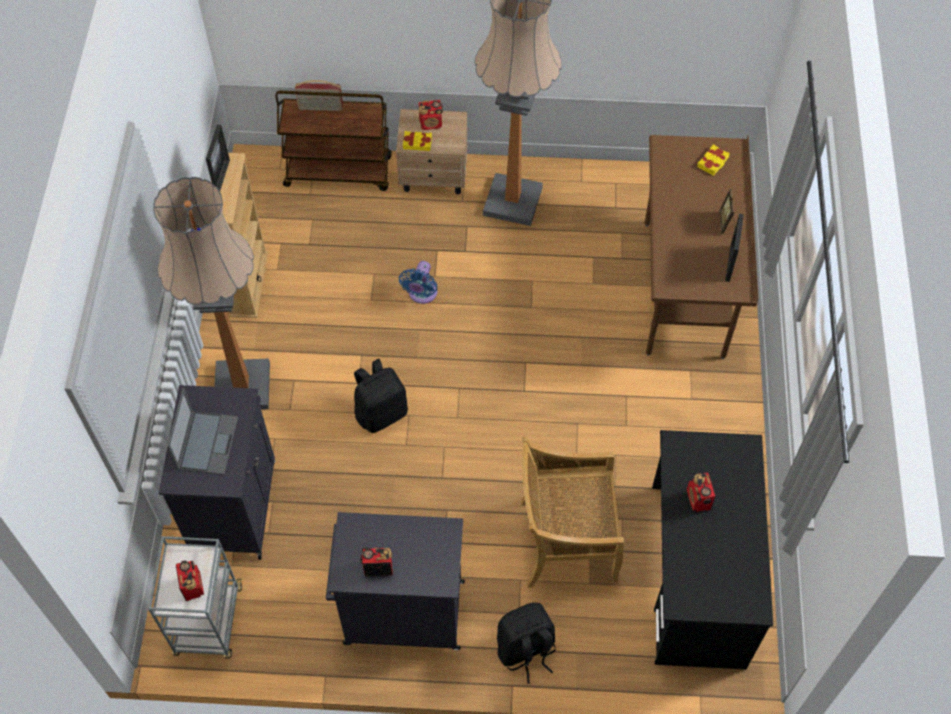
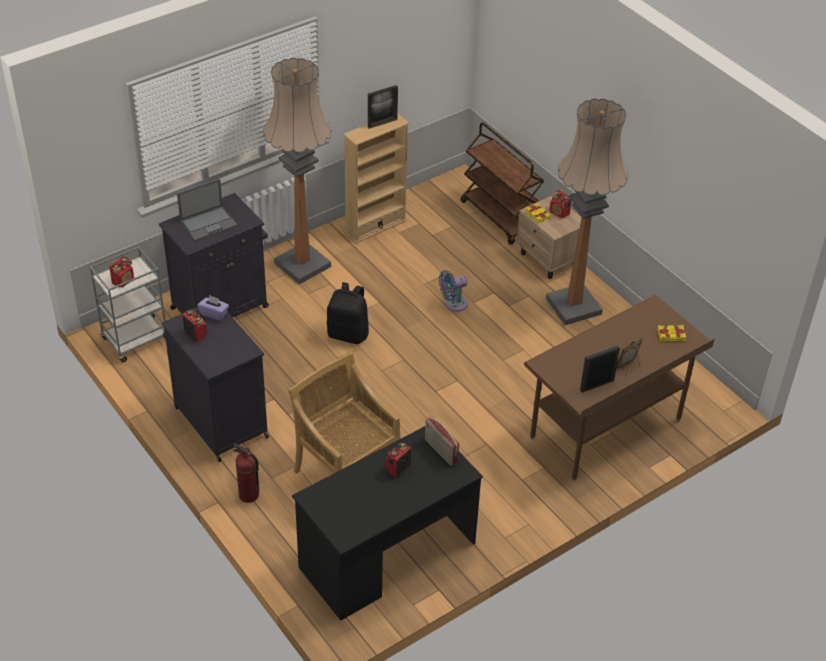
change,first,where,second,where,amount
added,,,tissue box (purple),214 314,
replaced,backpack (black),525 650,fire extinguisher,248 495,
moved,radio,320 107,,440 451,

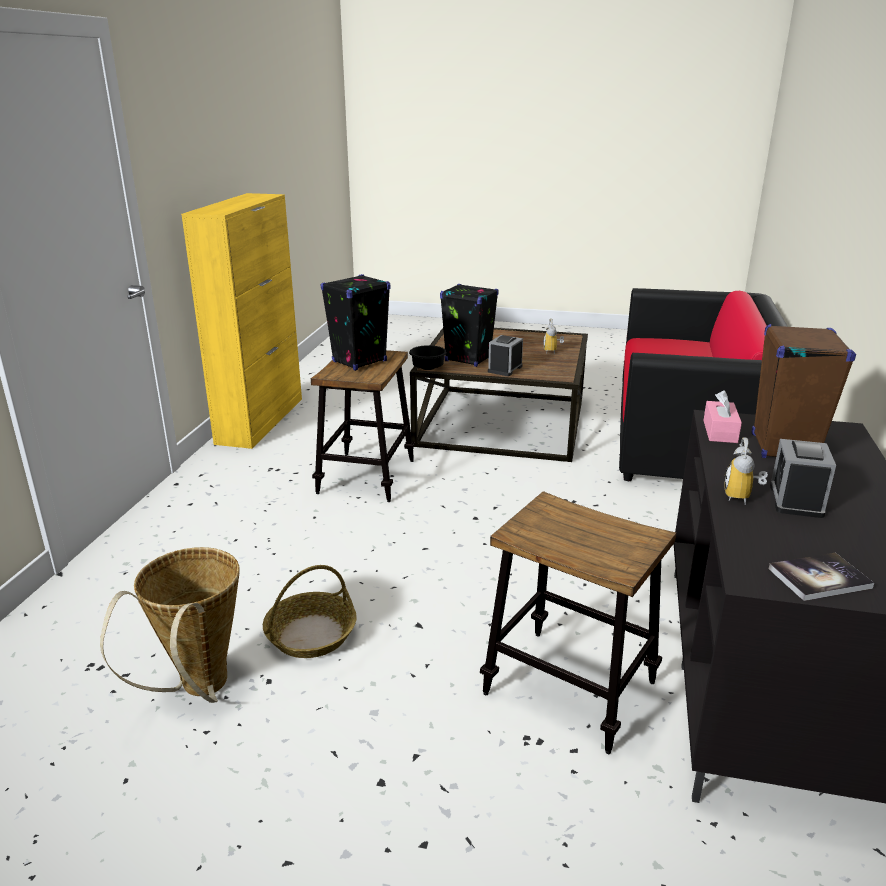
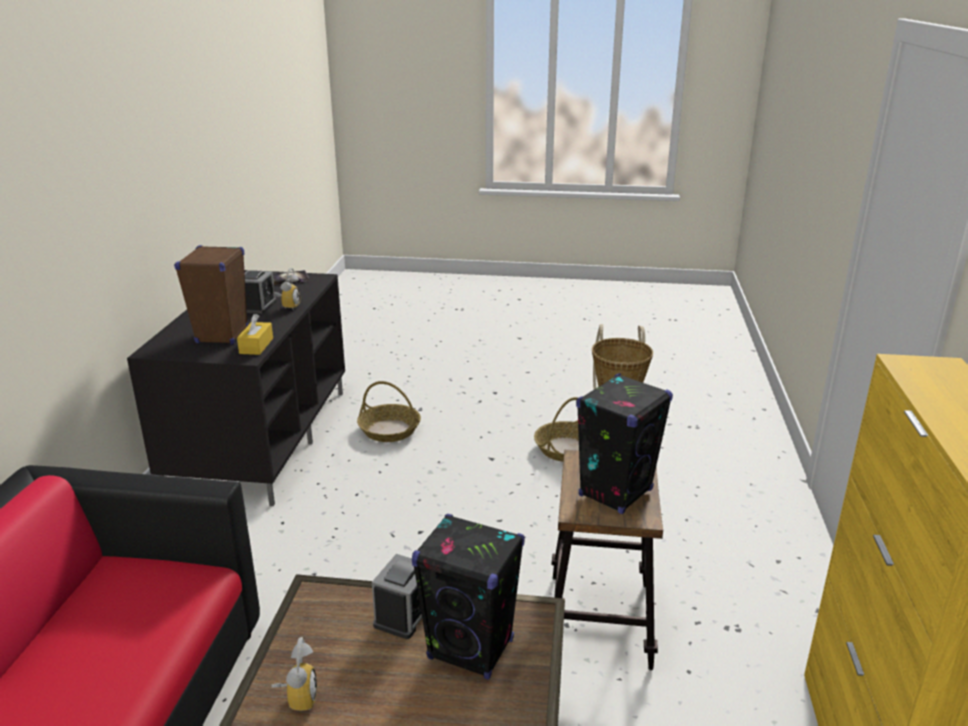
change,first,where,second,where,amount
recoloured,tissue box (pink),720 431,tissue box (yellow),256 346,
replaced,stool,569 688,basket,390 430,
removed,bowl (black),428 368,,,

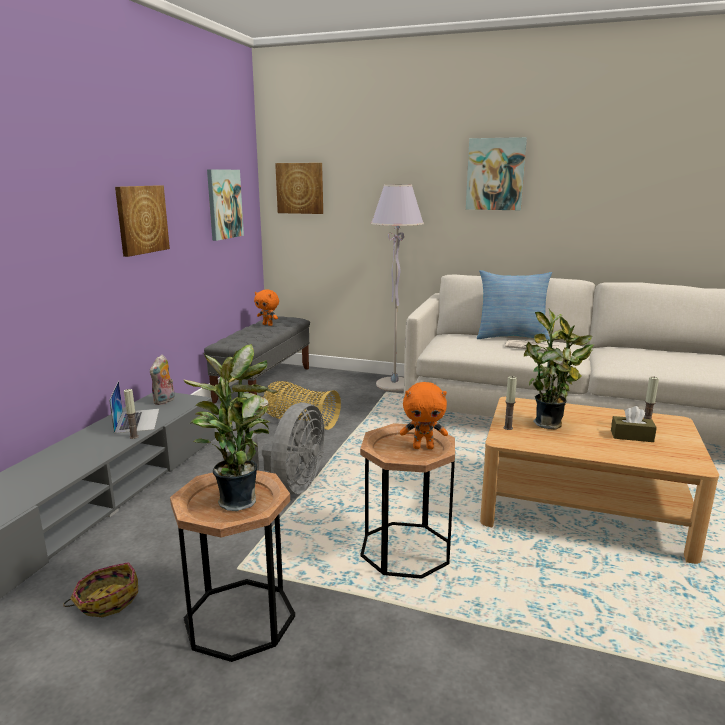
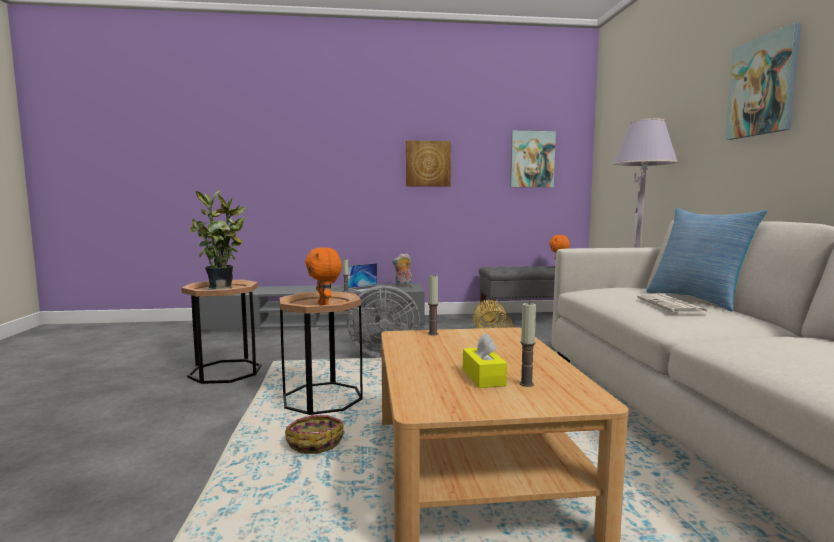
change,first,where,second,where,amount
moved,basket,106 600,,315 443,
recoloured,tissue box (brown),631 436,tissue box (yellow),483 377,
removed,picture,300 188,,,
removed,potted plant,551 425,,,

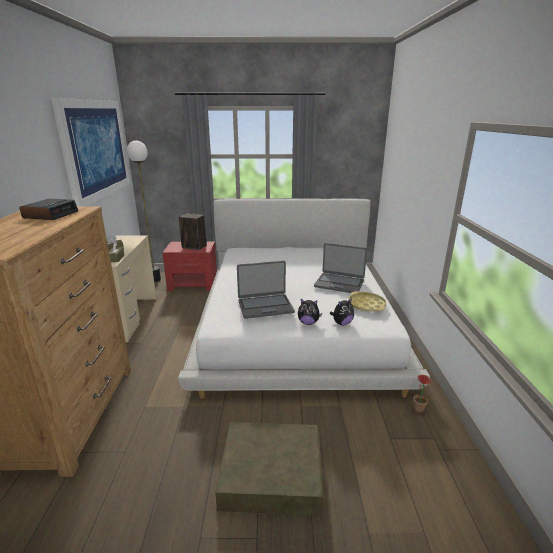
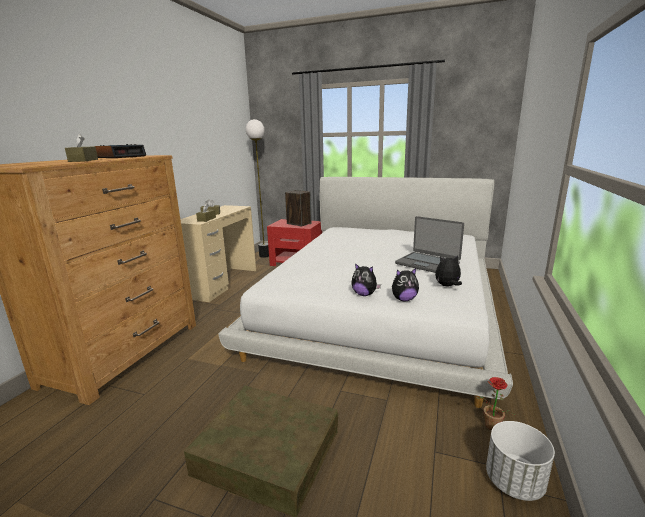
change,first,where,second,where,amount
added,,,tissue box (brown),83 160,
replaced,tray (yellow),366 305,plush toy,447 286,
added,,,planter (white),514 482,
removed,picture,96 149,,,
removed,laptop,265 306,,,

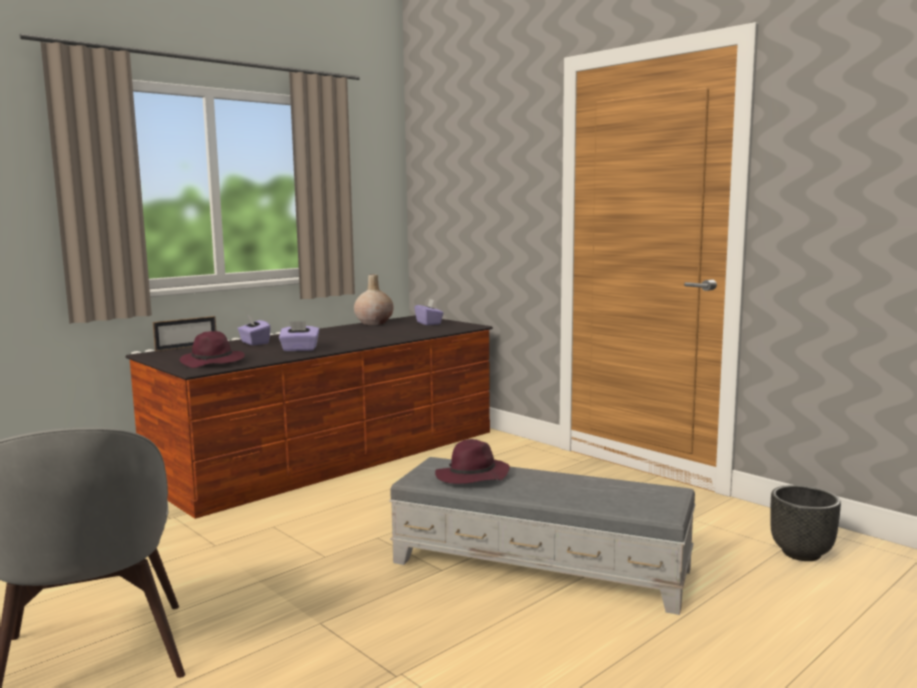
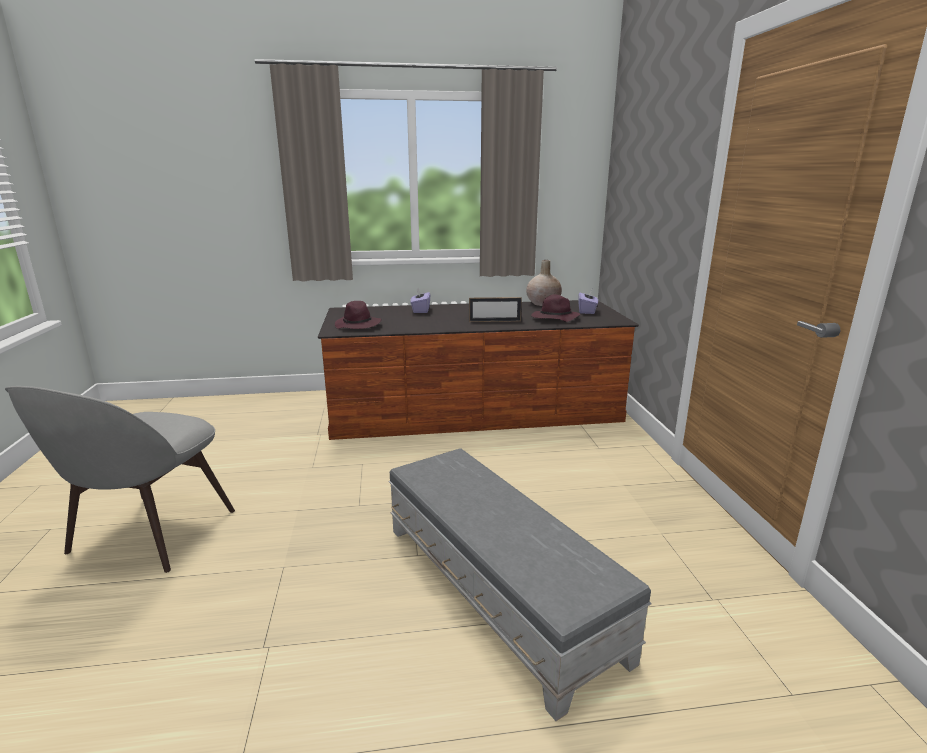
change,first,where,second,where,amount
moved,picture frame,186 347,,494 321,
moved,hat (purple),472 477,,554 318,
removed,tissue box (purple),299 349,,,
removed,planter (black),802 554,,,

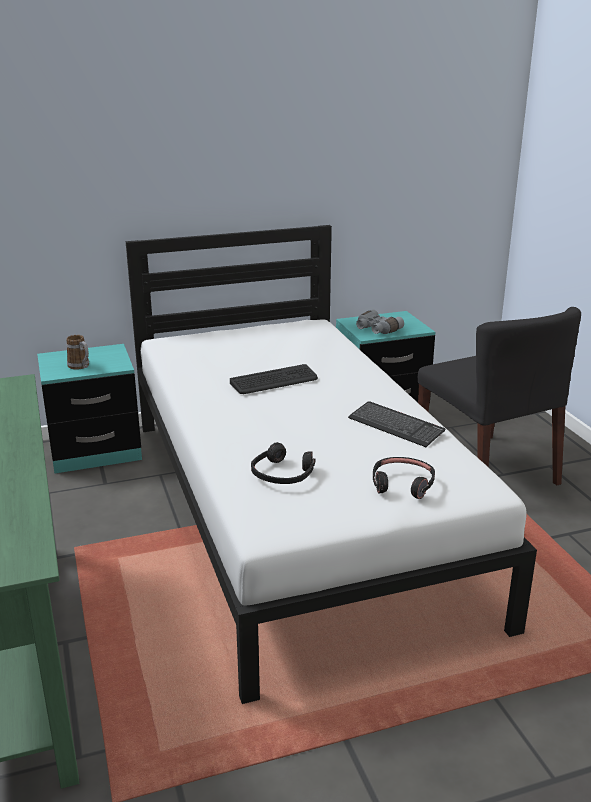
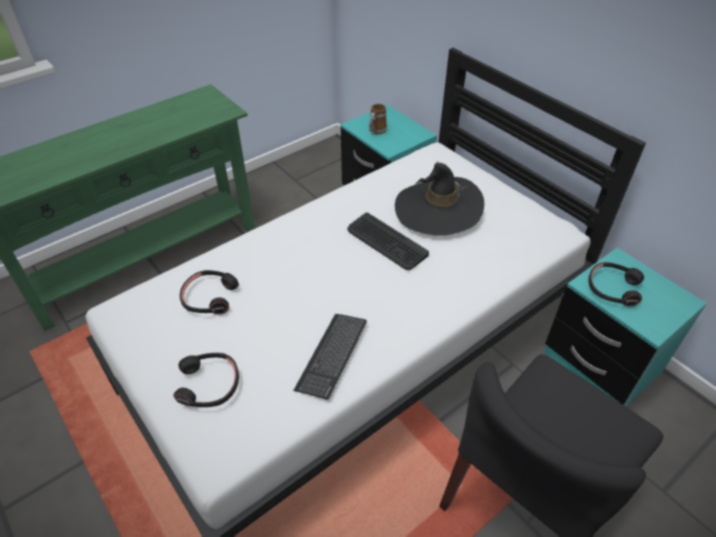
change,first,where,second,where,amount
added,,,hat (black),438 209,
replaced,binoculars (grey),376 330,headphones (black),612 288,

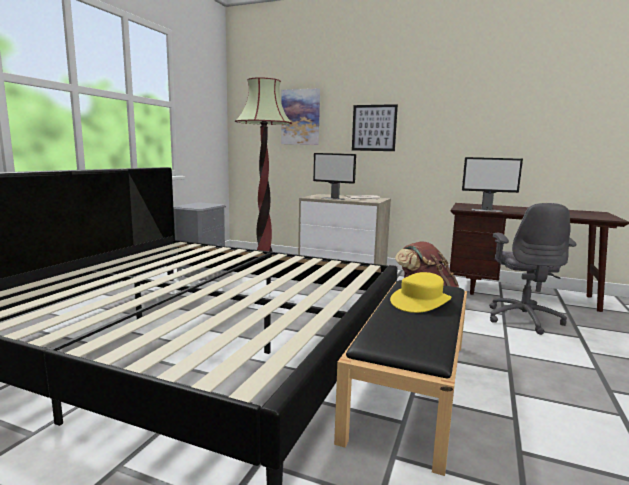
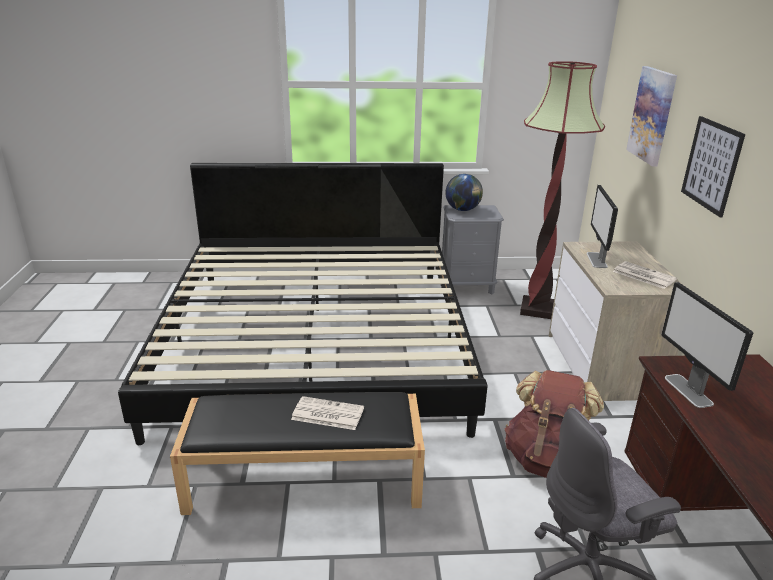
change,first,where,second,where,amount
replaced,hat (yellow),421 301,newspaper,326 414,
added,,,globe,463 210,

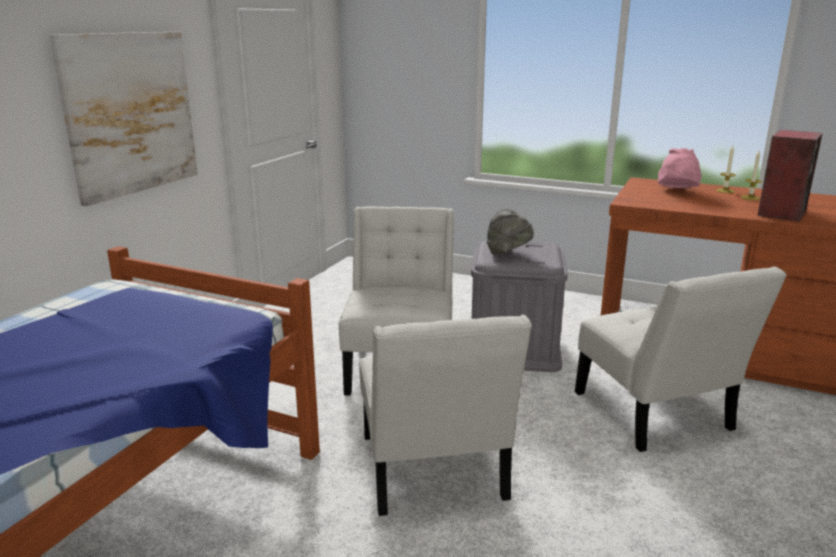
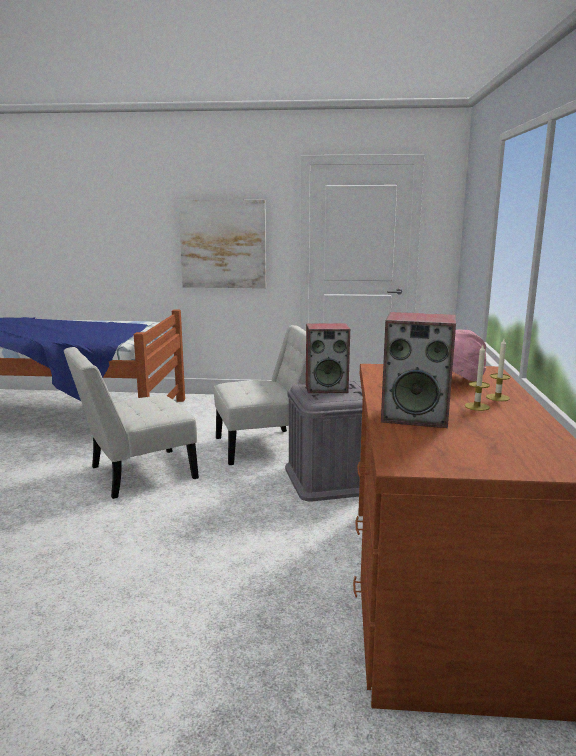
change,first,where,second,where,amount
replaced,hat (grey),508 253,speaker,327 388,
removed,chair (white),656 416,,,

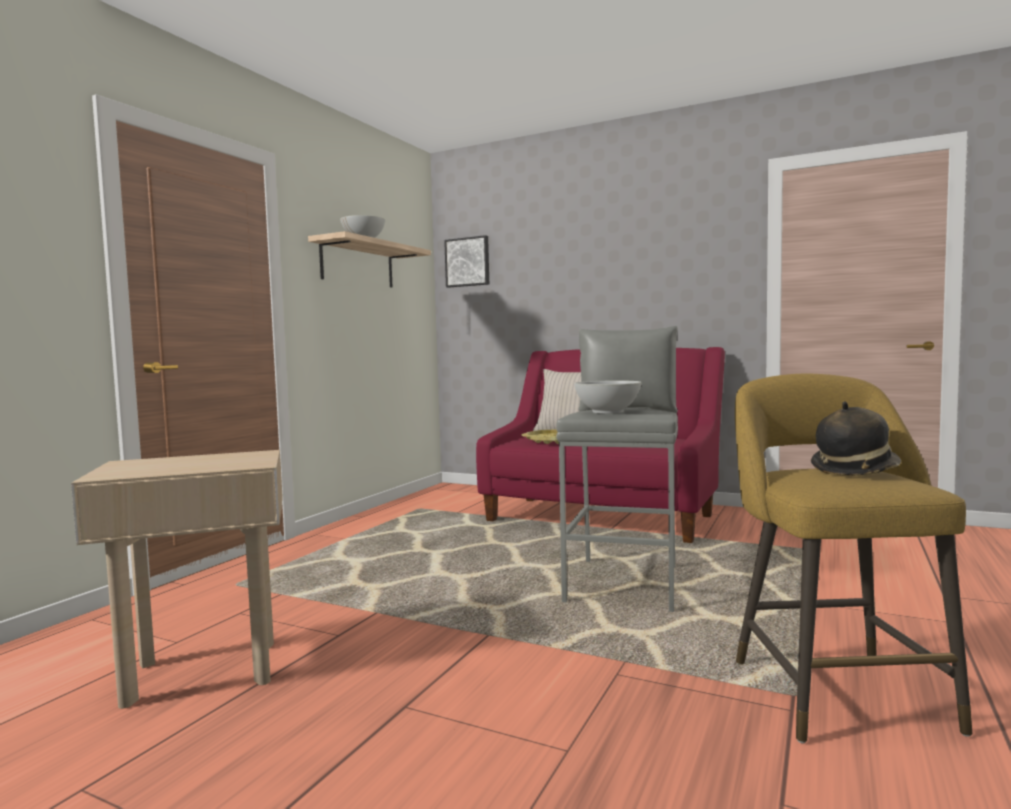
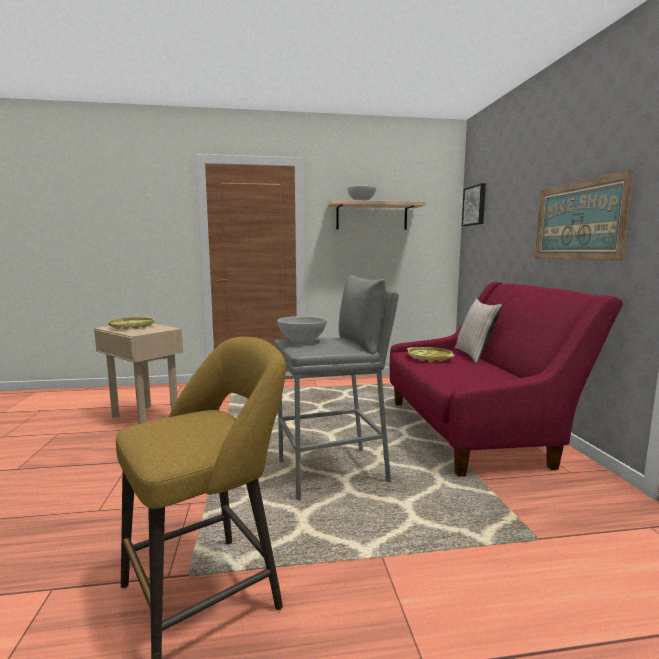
change,first,where,second,where,amount
added,,,tray (yellow),132 326,
added,,,picture,578 221,
removed,hat,854 470,,,

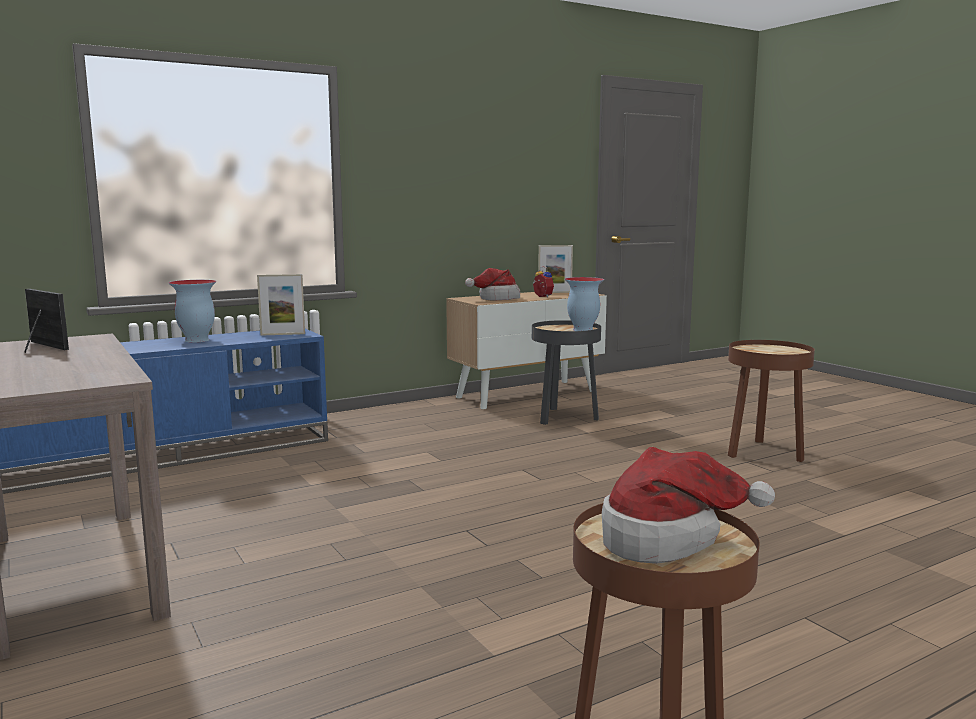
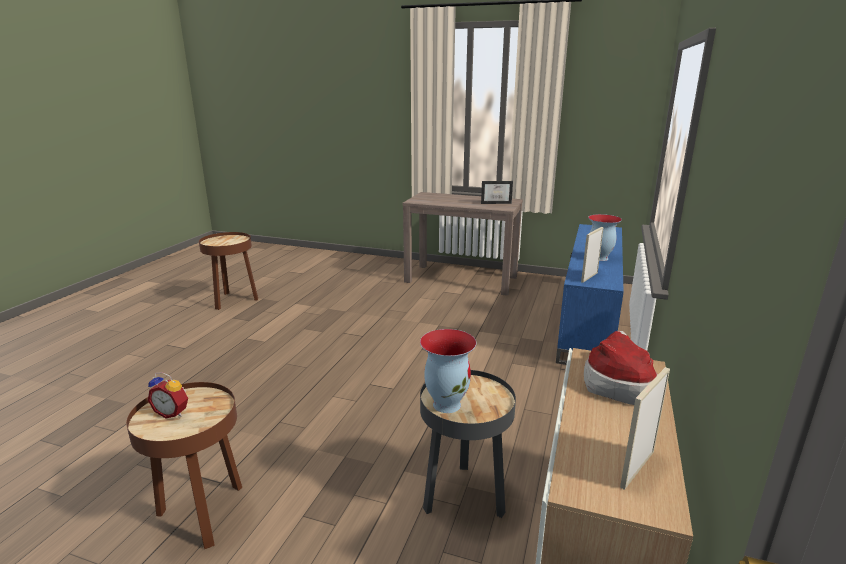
change,first,where,second,where,amount
moved,alarm clock,541 296,,173 412,
removed,hat,667 538,,,

